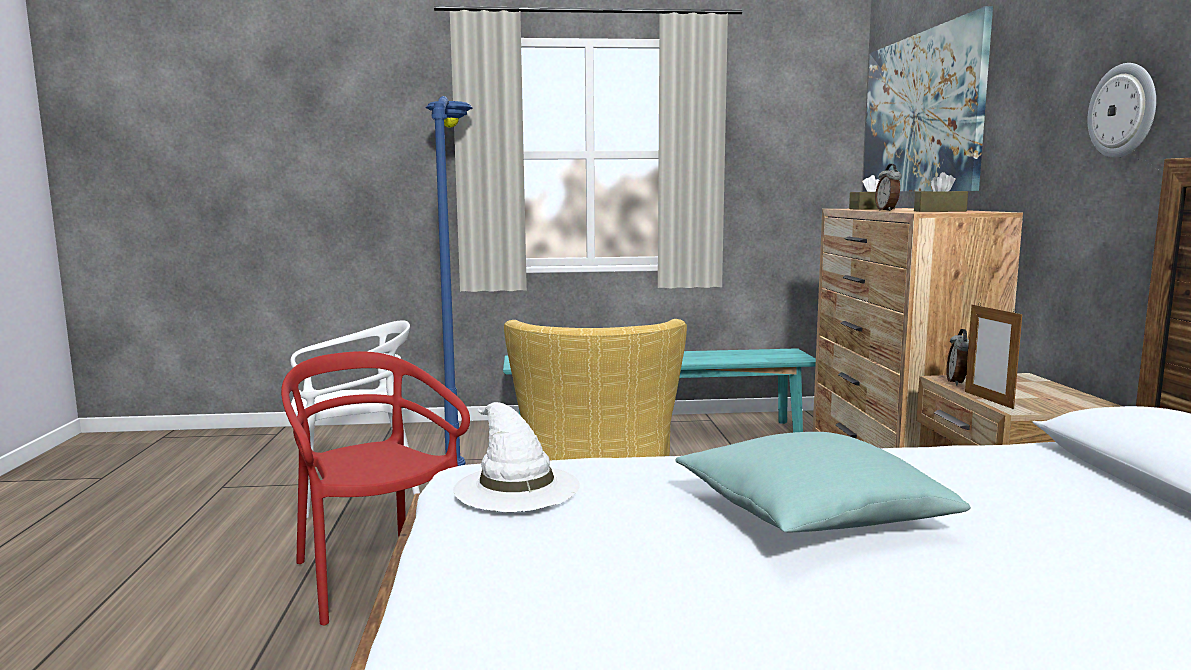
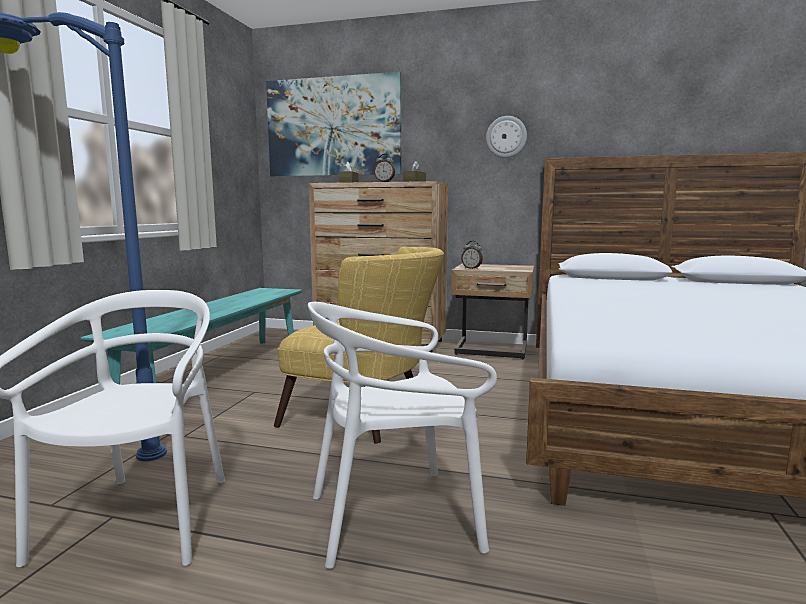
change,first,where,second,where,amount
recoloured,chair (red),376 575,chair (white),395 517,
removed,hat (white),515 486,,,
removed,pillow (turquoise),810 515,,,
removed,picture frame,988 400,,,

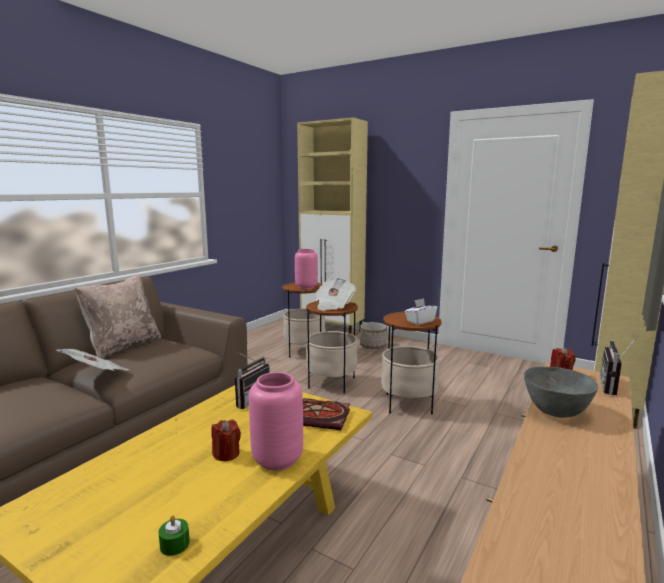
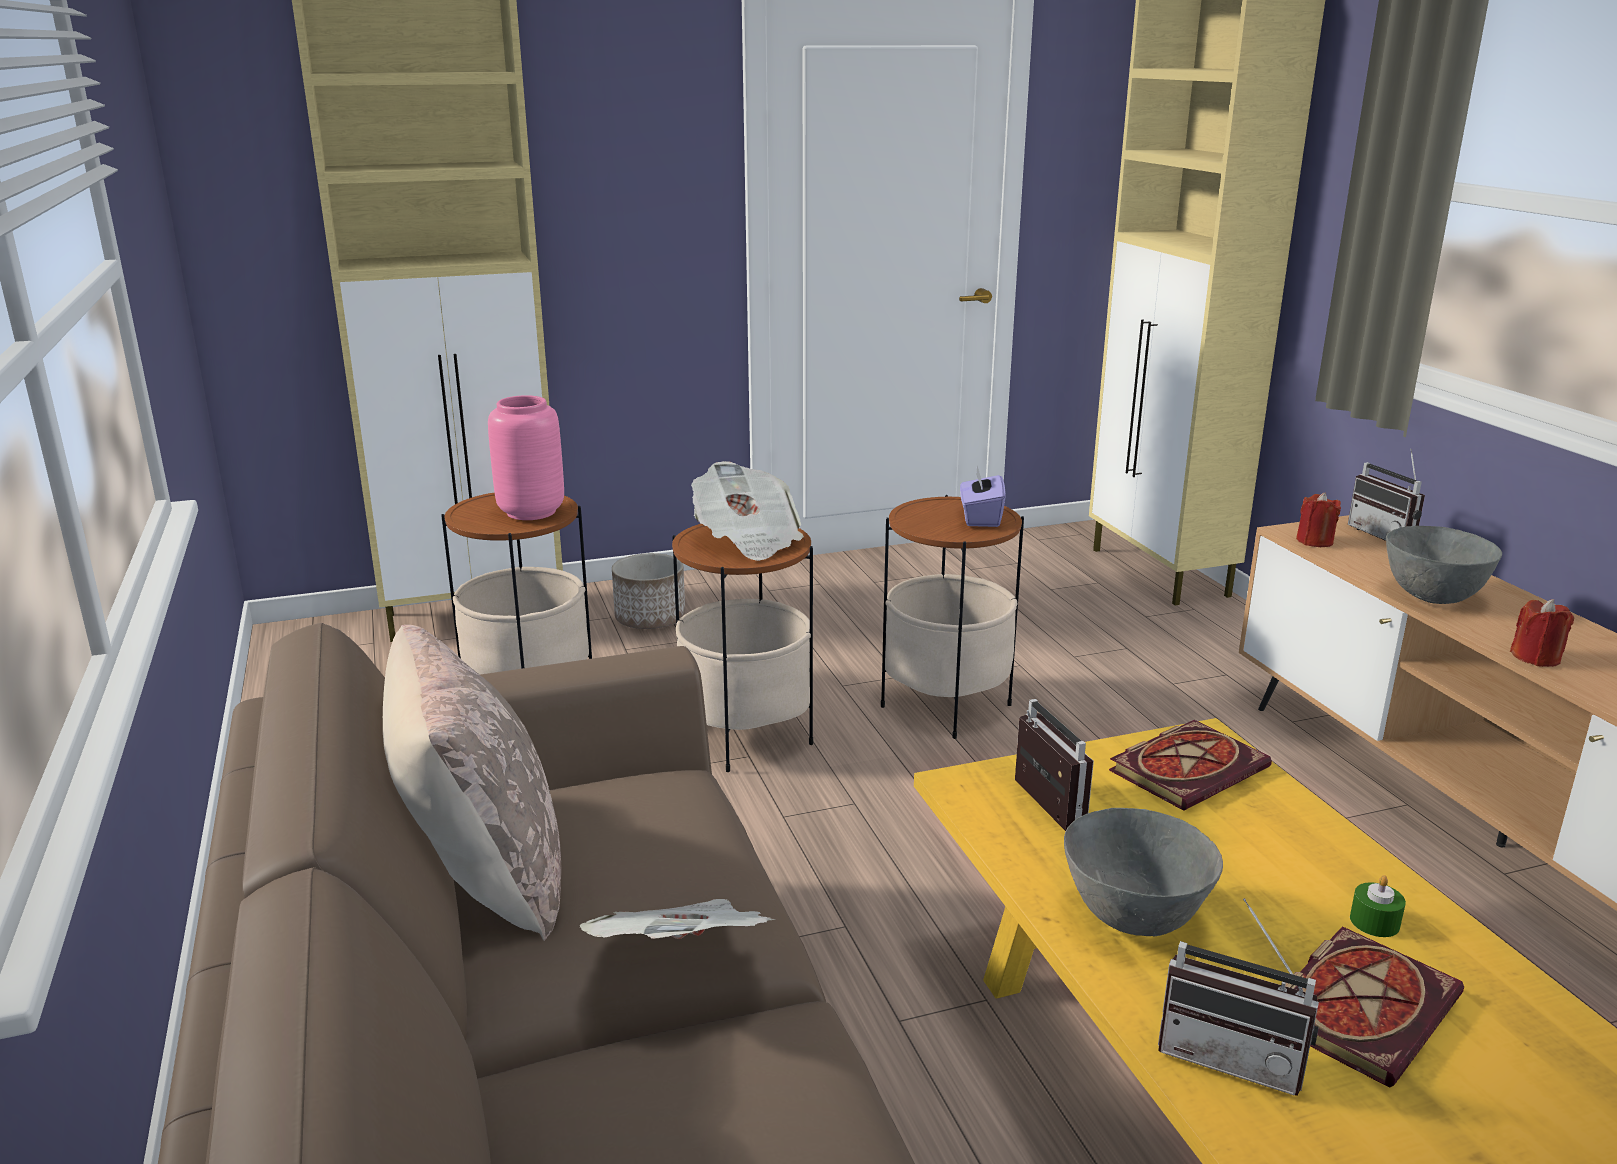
change,first,where,second,where,amount
recoloured,tissue box (white),420 321,tissue box (purple),980 518,
added,,,bowl (grey),1135 918,
added,,,radio,1233 1056,
added,,,book,1360 1006,
moved,candle (green),174 544,,1374 922,
moved,candle (red),226 454,,1536 658,
removed,vase (pink),278 459,,,

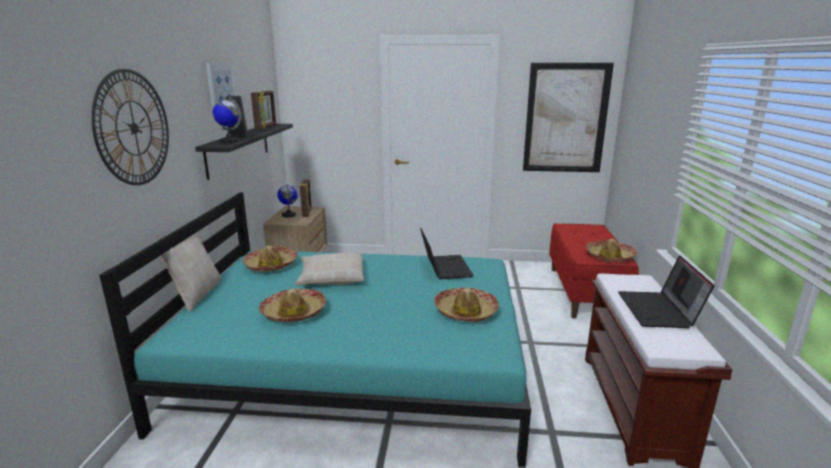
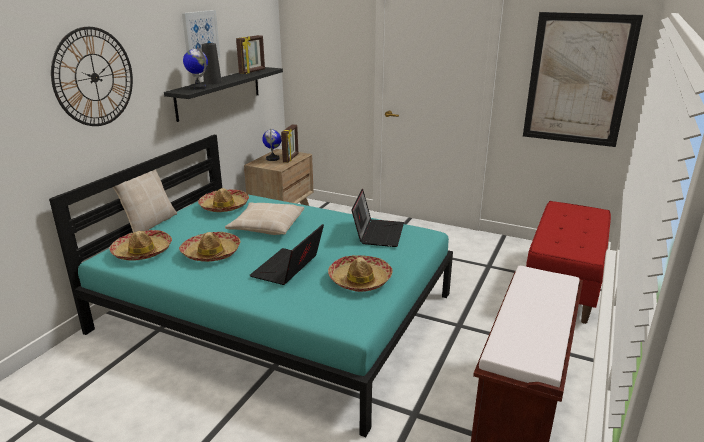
change,first,where,second,where,amount
moved,hat,610 256,,142 252,
moved,laptop,659 311,,288 269,

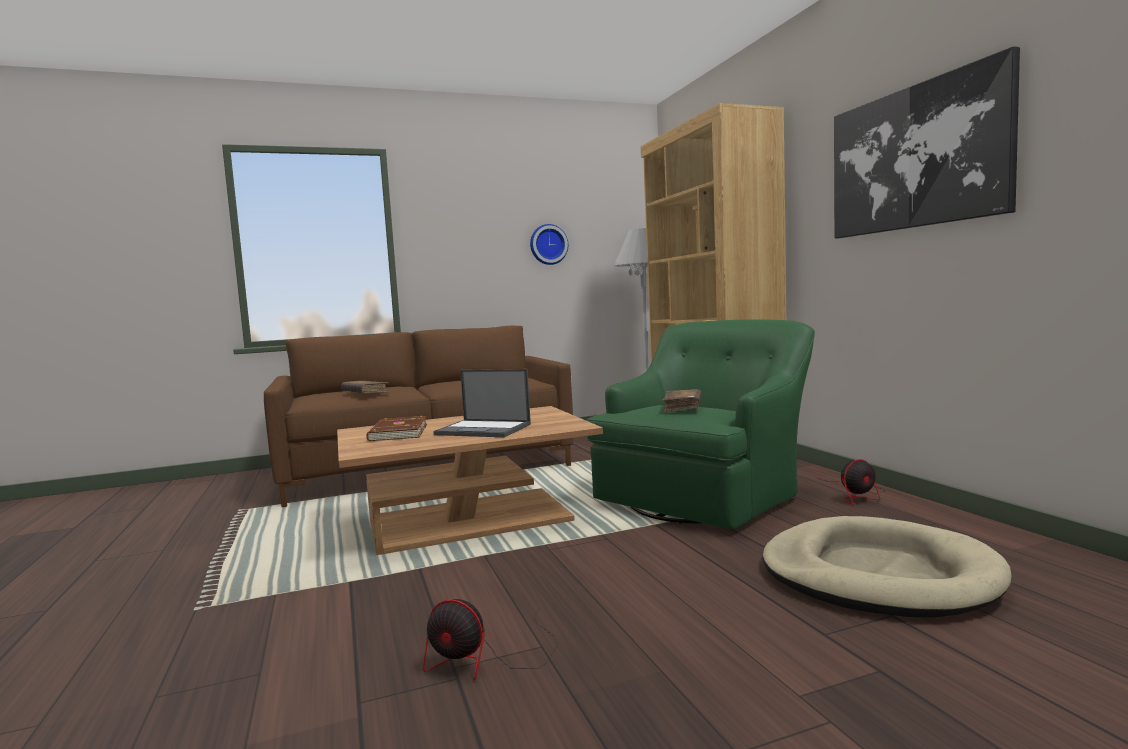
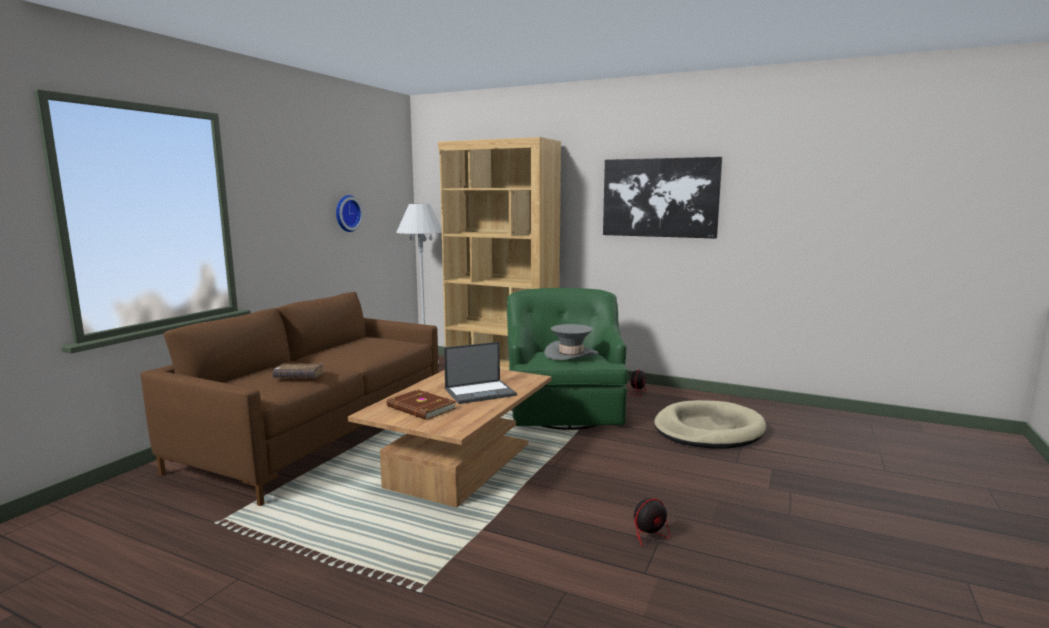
change,first,where,second,where,amount
replaced,book (brown),682 408,hat (grey),571 354,

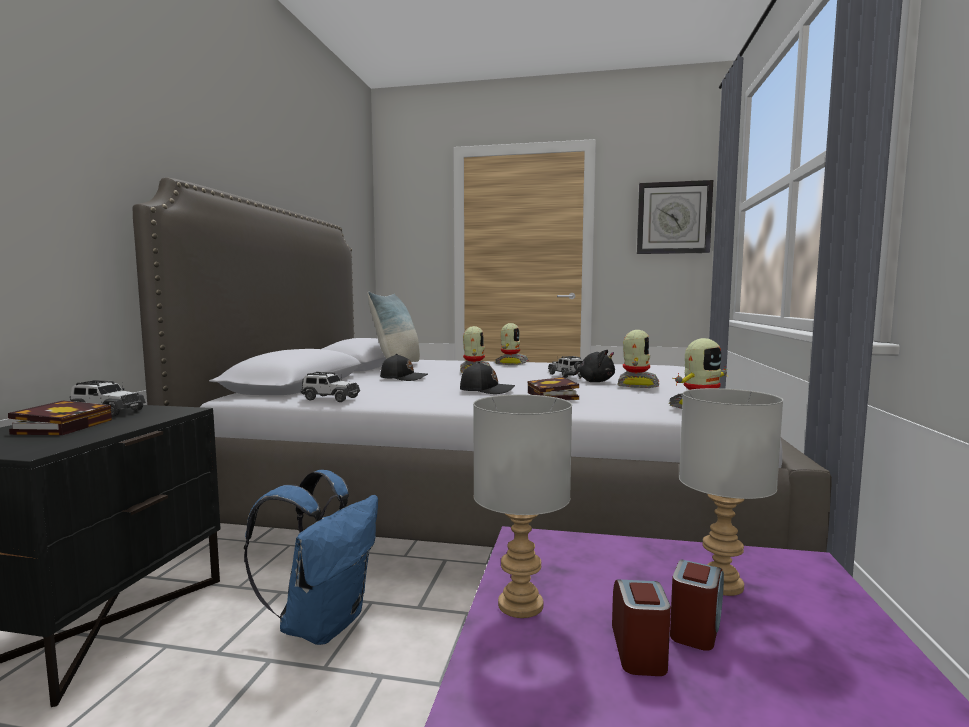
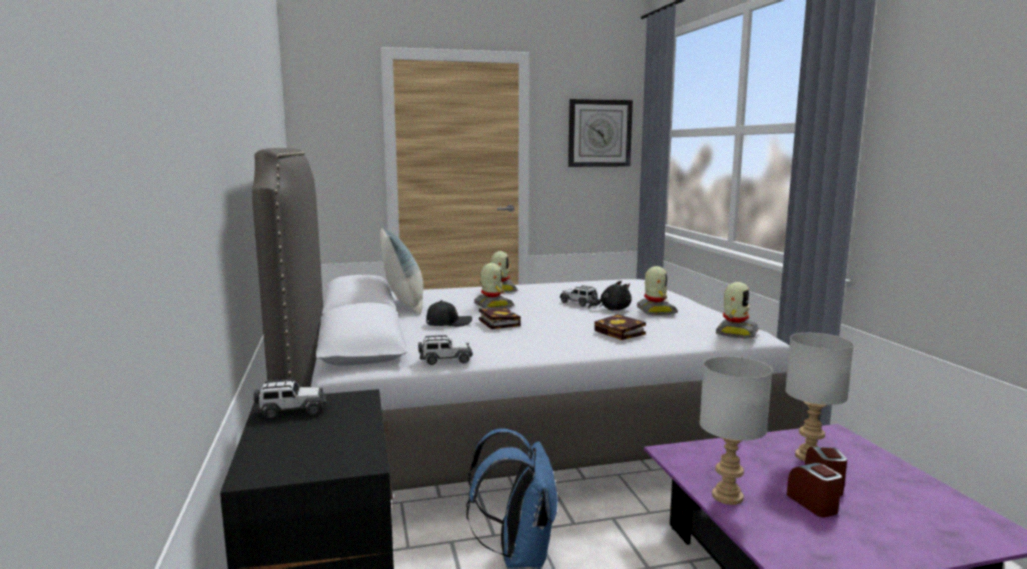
change,first,where,second,where,amount
moved,book,65 426,,497 322,
removed,cap (black),486 390,,,

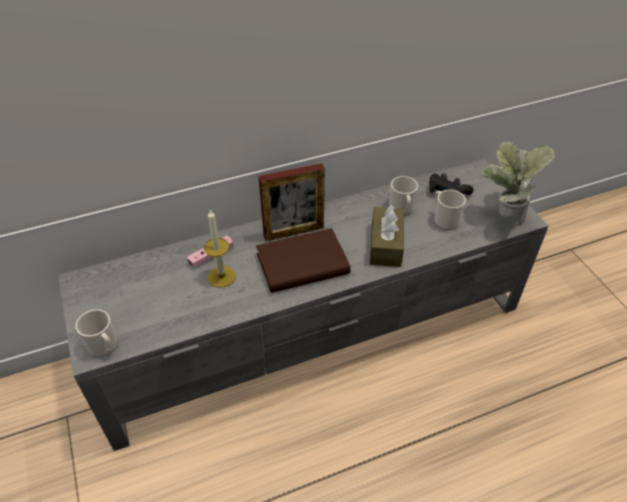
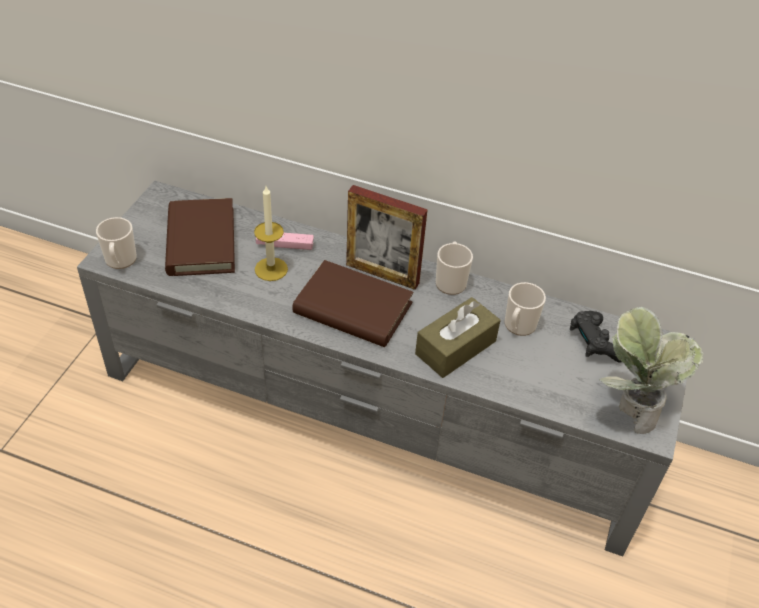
change,first,where,second,where,amount
added,,,book (brown),201 241,
moved,mug,444 220,,451 281,

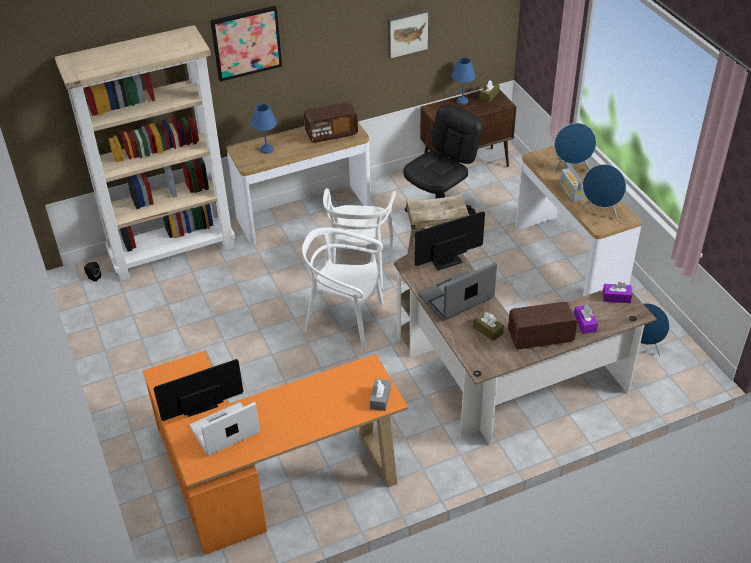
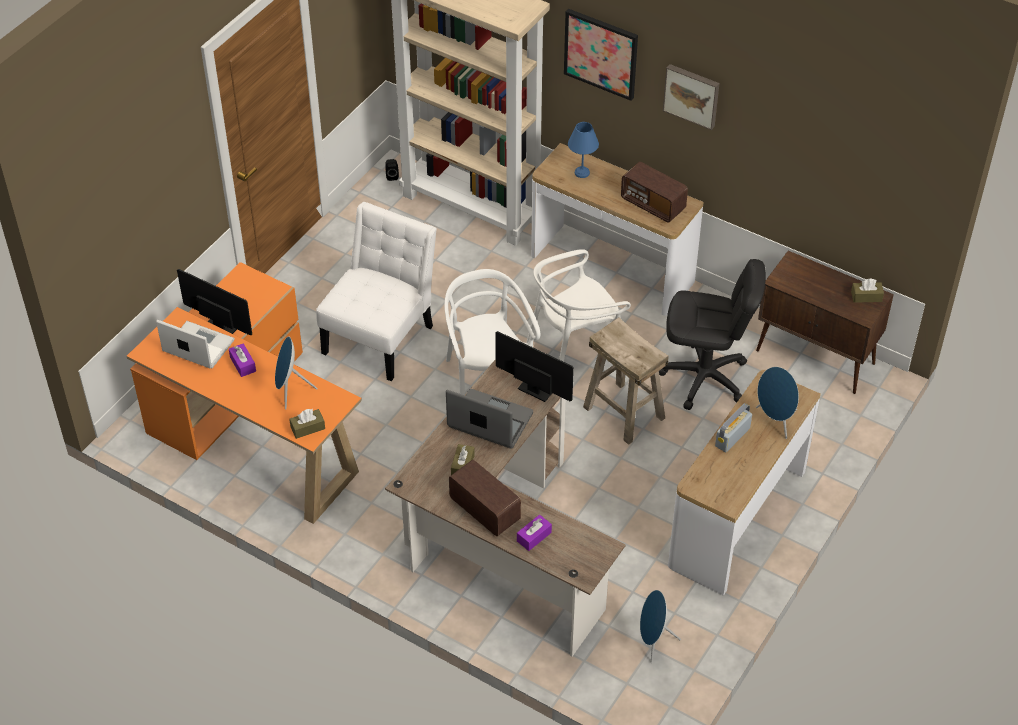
change,first,where,second,where,amount
moved,tissue box (purple),616 297,,243 364,
moved,speaker (blue),600 211,,290 391,
recoloured,tissue box (grey),380 399,tissue box (brown),307 428,
added,,,chair (white),381 335,
moved,picture,407 33,,692 95,
removed,table lamp (blue),462 101,,,

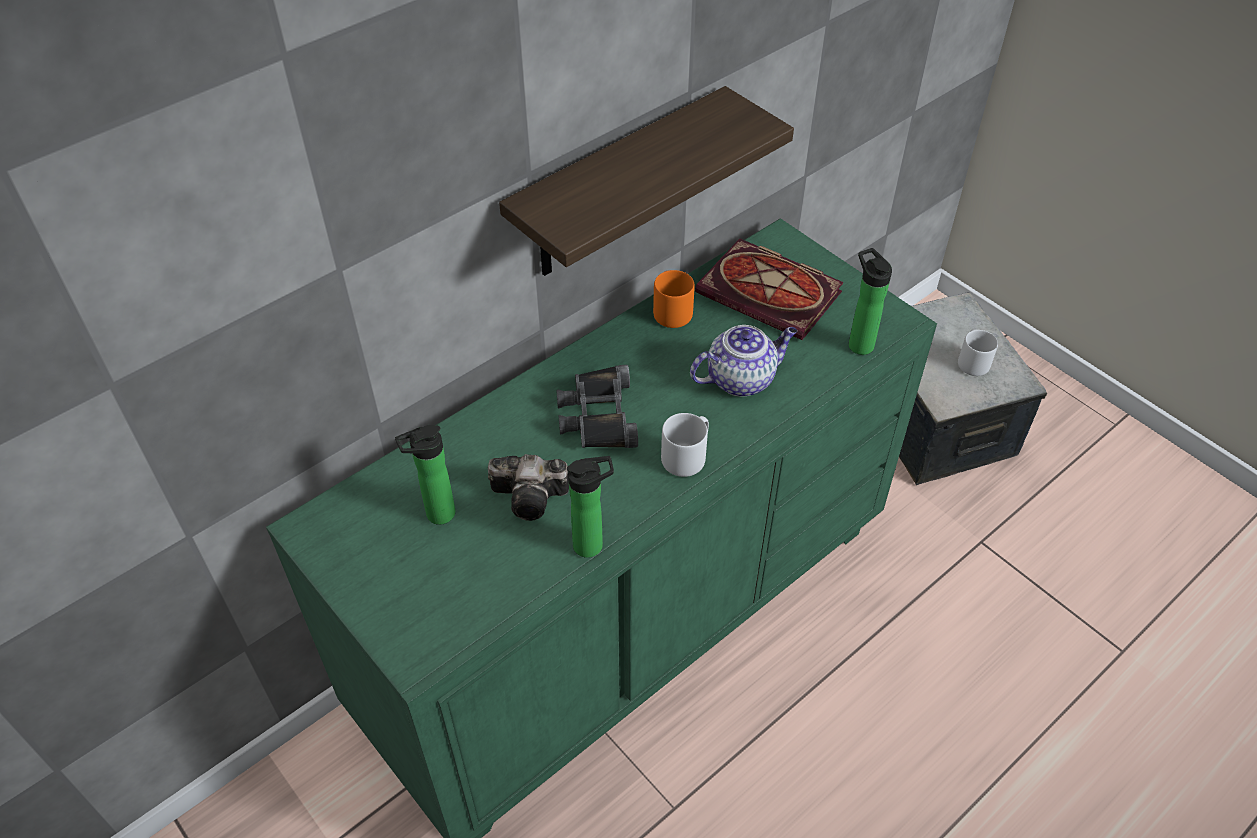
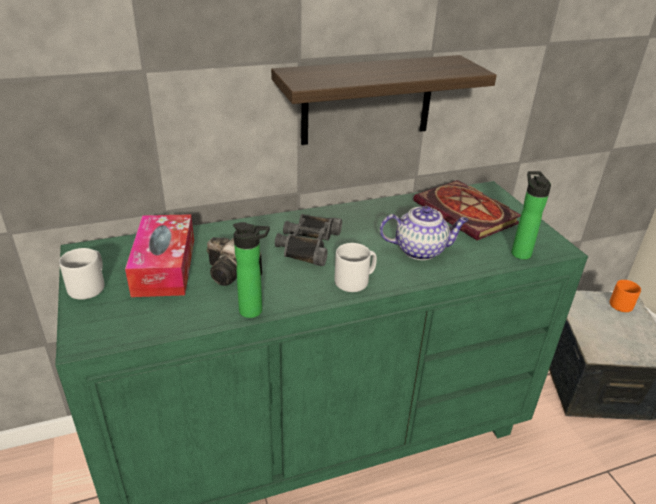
change,first,where,second,where,amount
moved,mug (grey),972 362,,89 286,
replaced,bottle,436 515,tissue box,164 266,
moved,mug (orange),671 311,,620 303,

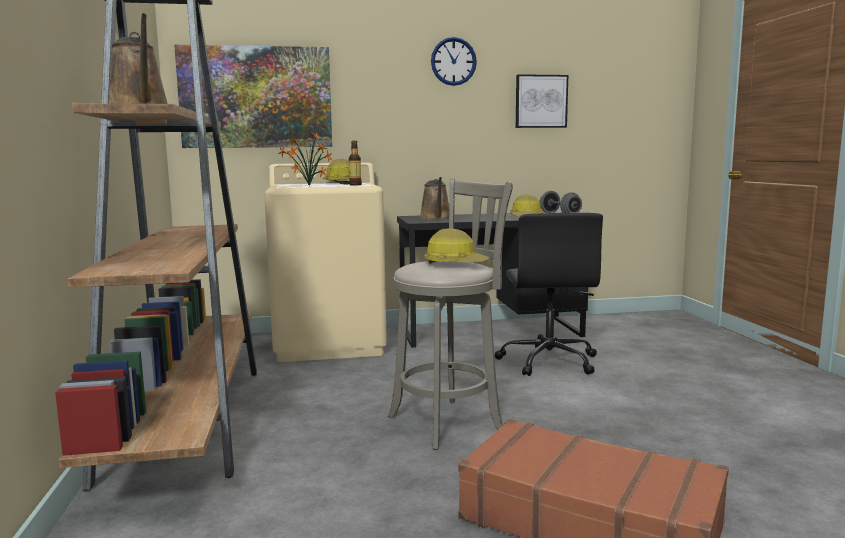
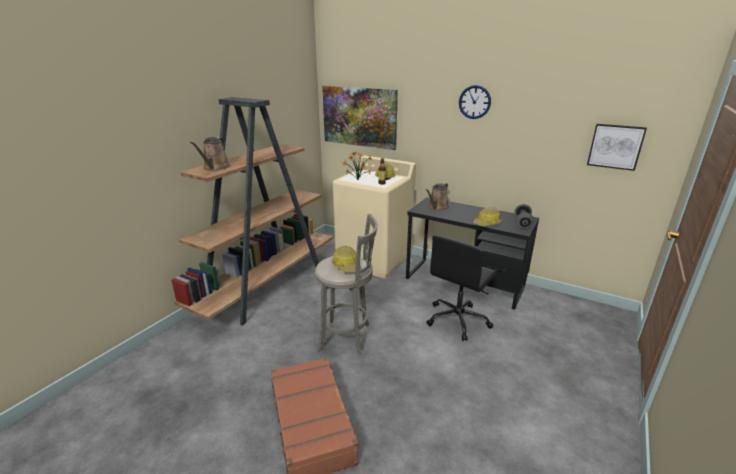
change,first,where,second,where,amount
moved,picture,541 101,,615 146,

